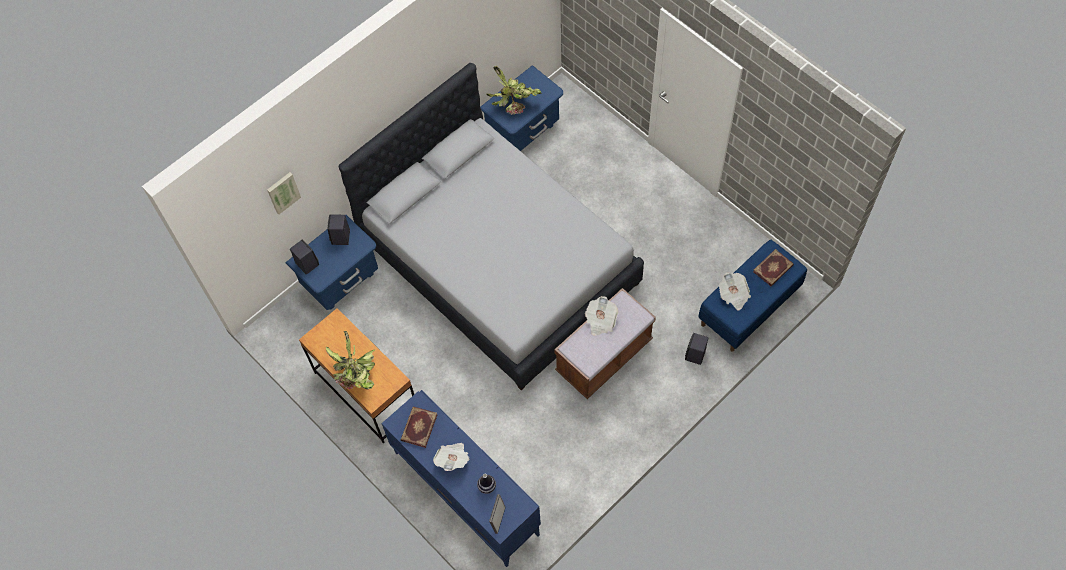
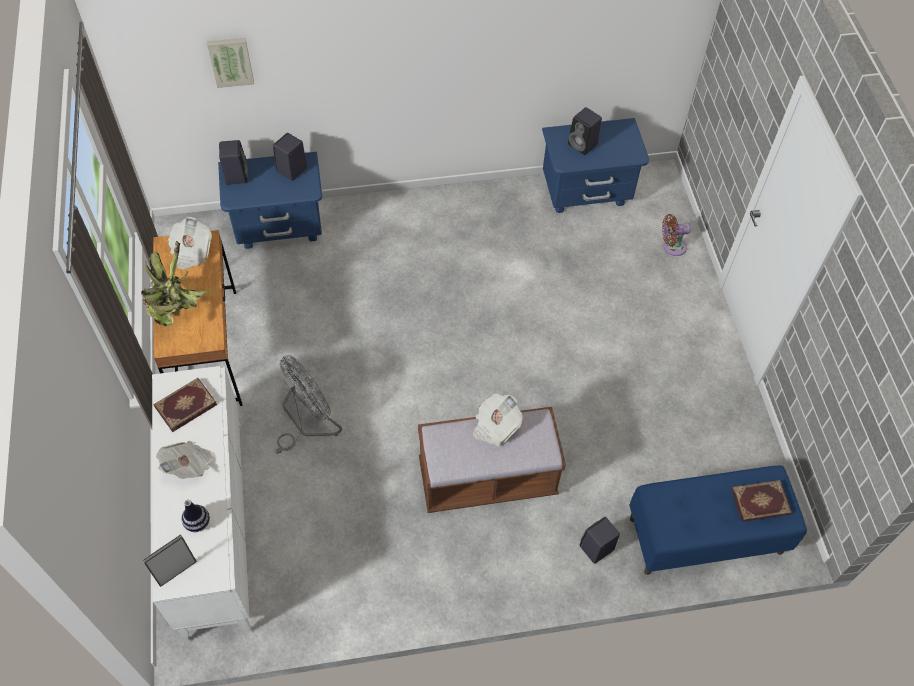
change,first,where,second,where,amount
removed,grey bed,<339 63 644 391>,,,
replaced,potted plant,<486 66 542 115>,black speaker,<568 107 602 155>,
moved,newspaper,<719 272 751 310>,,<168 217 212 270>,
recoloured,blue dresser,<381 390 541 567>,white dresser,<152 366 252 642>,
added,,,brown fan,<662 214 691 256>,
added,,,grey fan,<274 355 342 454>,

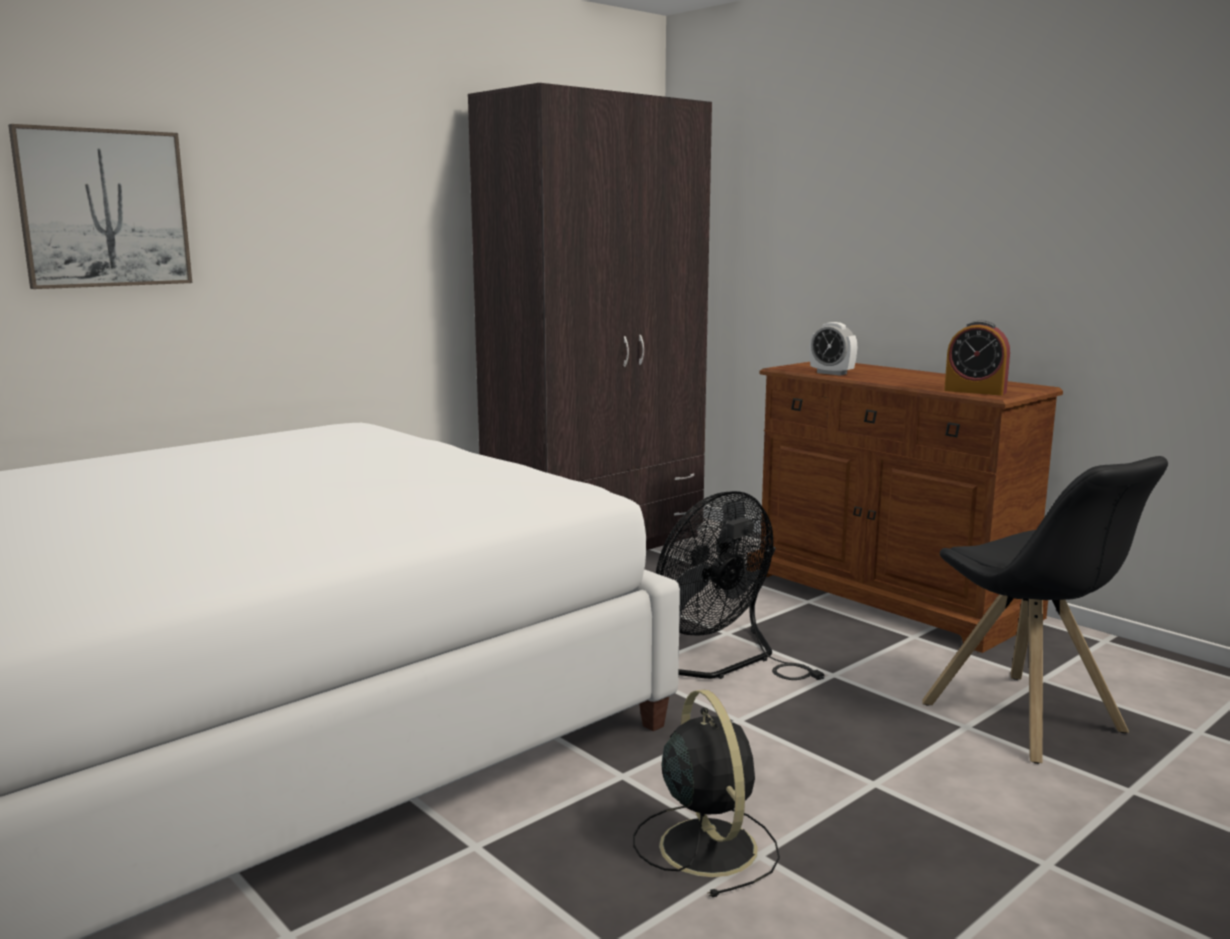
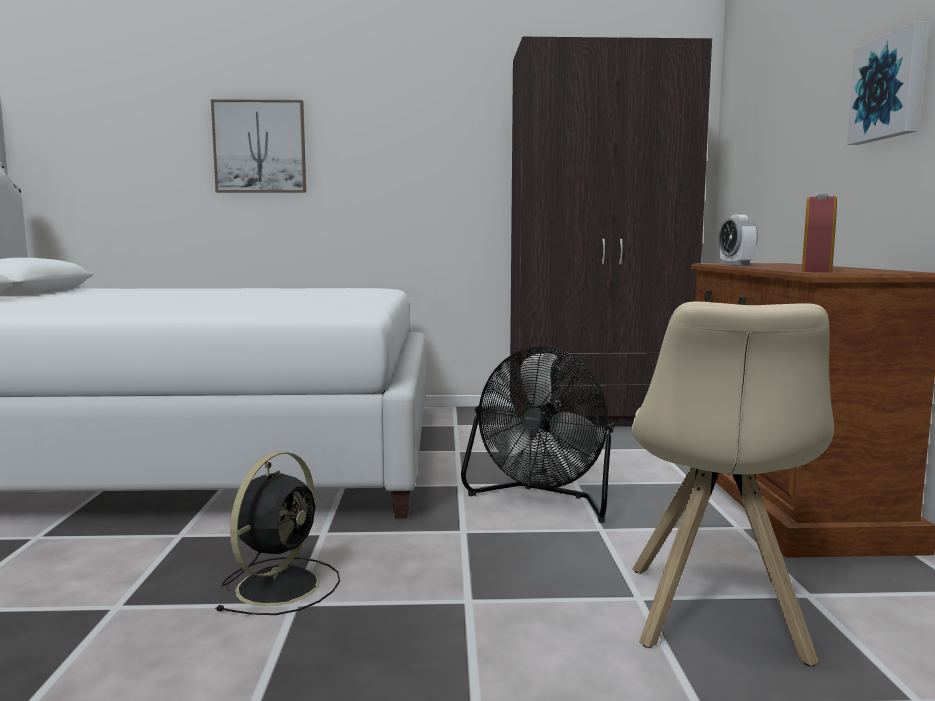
change,first,where,second,where,amount
turned,alarm clock,<944 320 1010 396>,,<802 192 837 272>,45 degrees clockwise
recoloured,black chair,<922 456 1168 764>,beige chair,<631 301 834 666>,
turned,black fan,<656 491 824 680>,,<461 347 614 523>,150 degrees counterclockwise
added,,,picture,<847 21 928 145>,

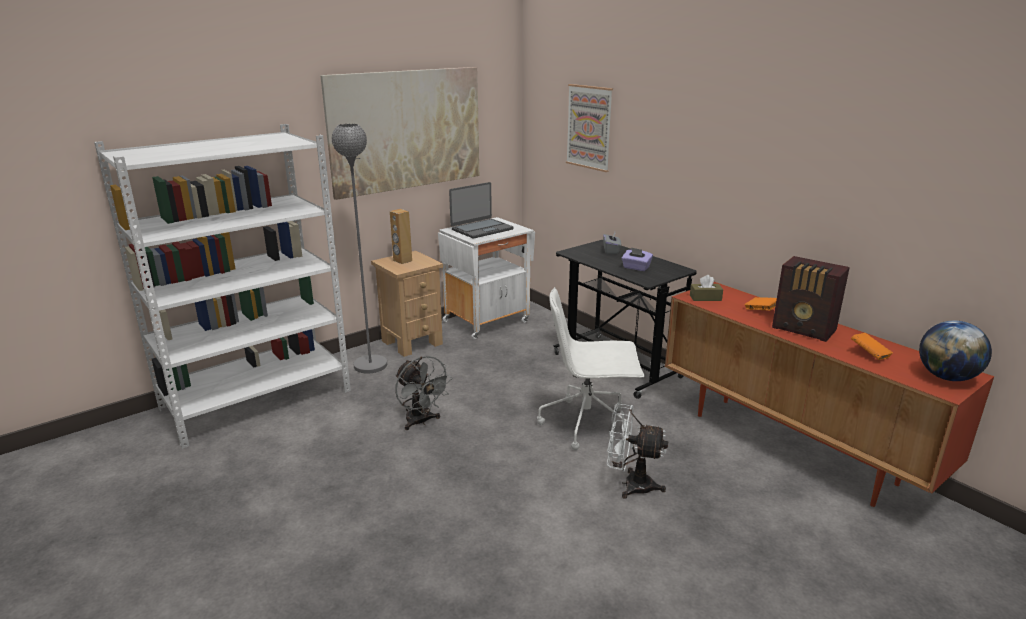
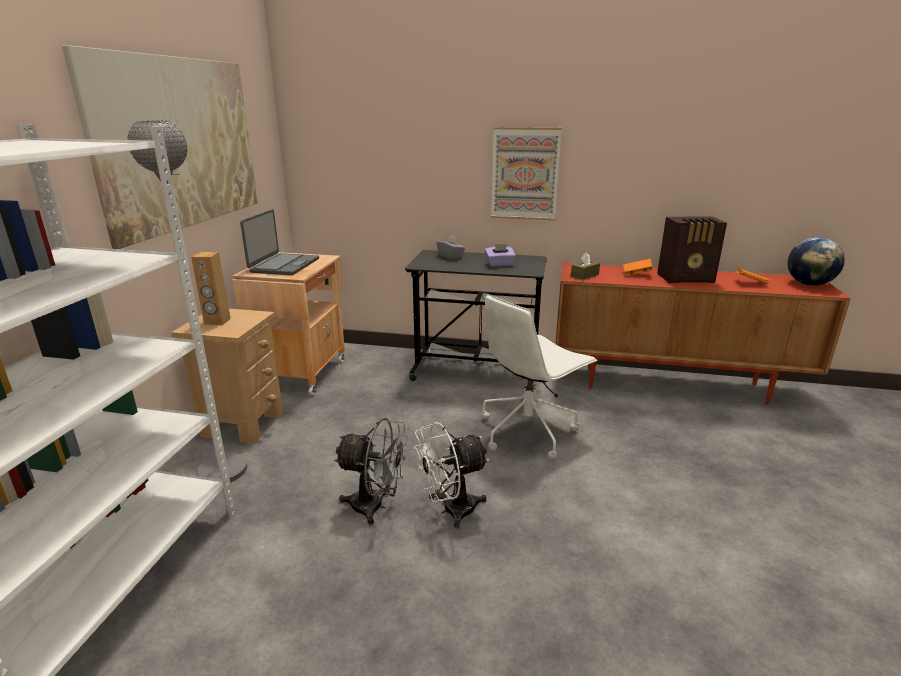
change,first,where,second,where,amount
moved,picture,<566 84 613 172>,,<491 127 562 220>,
recoloured,white cart,<438 217 535 339>,brown cart,<232 252 345 395>,
moved,white fan,<607 404 668 499>,,<414 422 489 529>,

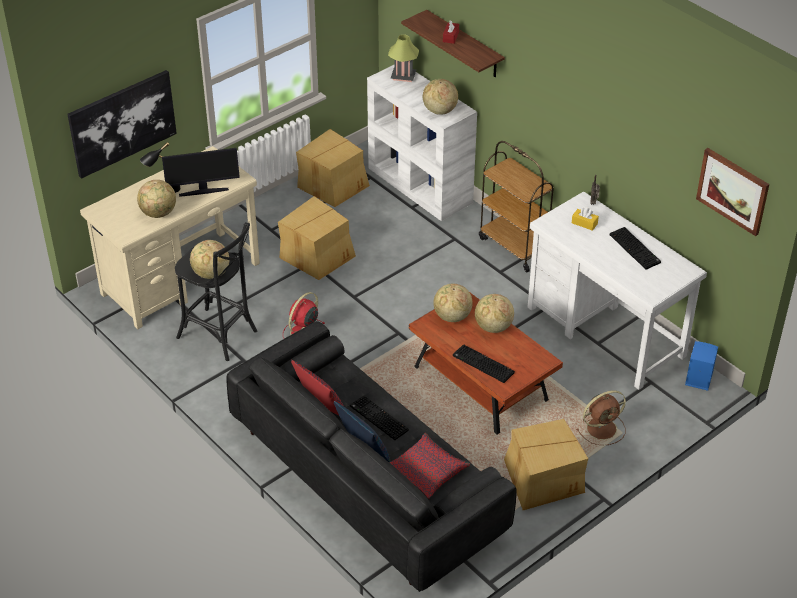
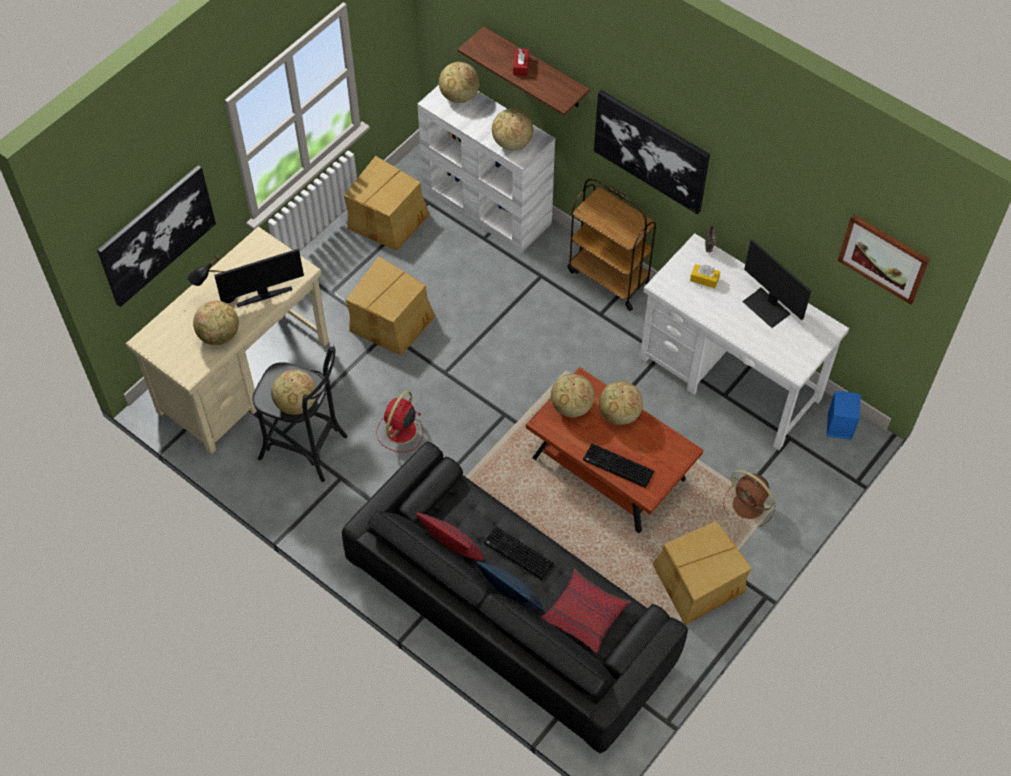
change,first,where,second,where,amount
replaced,table lamp,<388 34 419 82>,globe,<439 62 480 103>,
replaced,keyboard,<610 227 661 270>,monitor,<742 239 811 328>,
turned,brown fan,<576 390 626 445>,,<723 470 775 528>,75 degrees clockwise
added,,,picture,<594 90 710 214>,

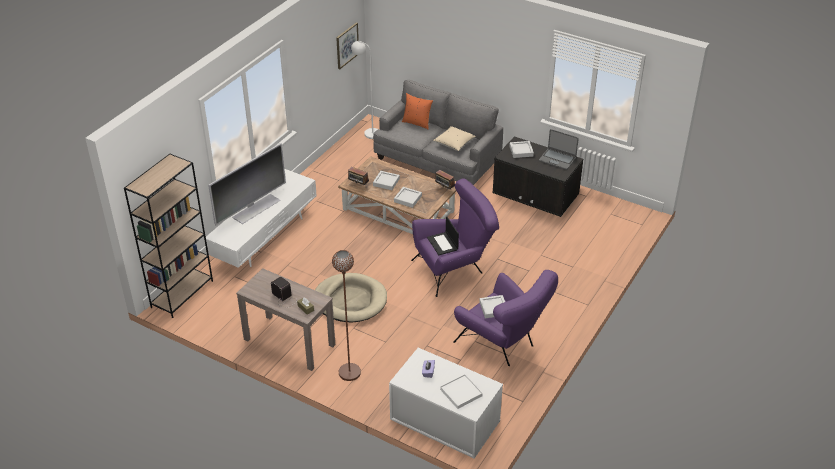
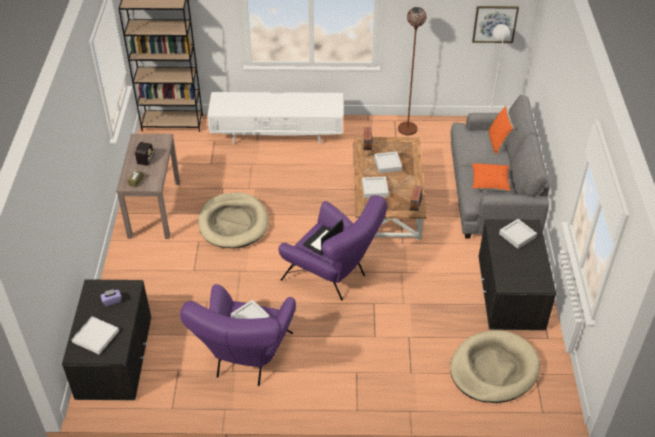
change,first,where,second,where,amount
recoloured,beige pillow,<433 126 476 151>,orange pillow,<472 163 511 191>,
removed,laptop,<539 129 579 170>,,,
removed,television,<208 143 286 226>,,,
moved,brown floor lamp,<332 250 361 381>,,<398 7 426 135>,
recoloured,white cabinet,<389 348 503 459>,black cabinet,<62 279 151 400>,
added,,,beige dog bed,<450 330 540 403>,

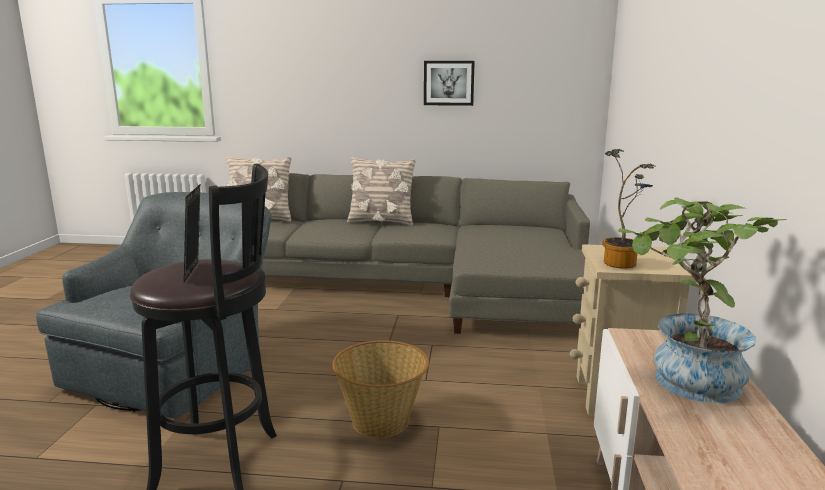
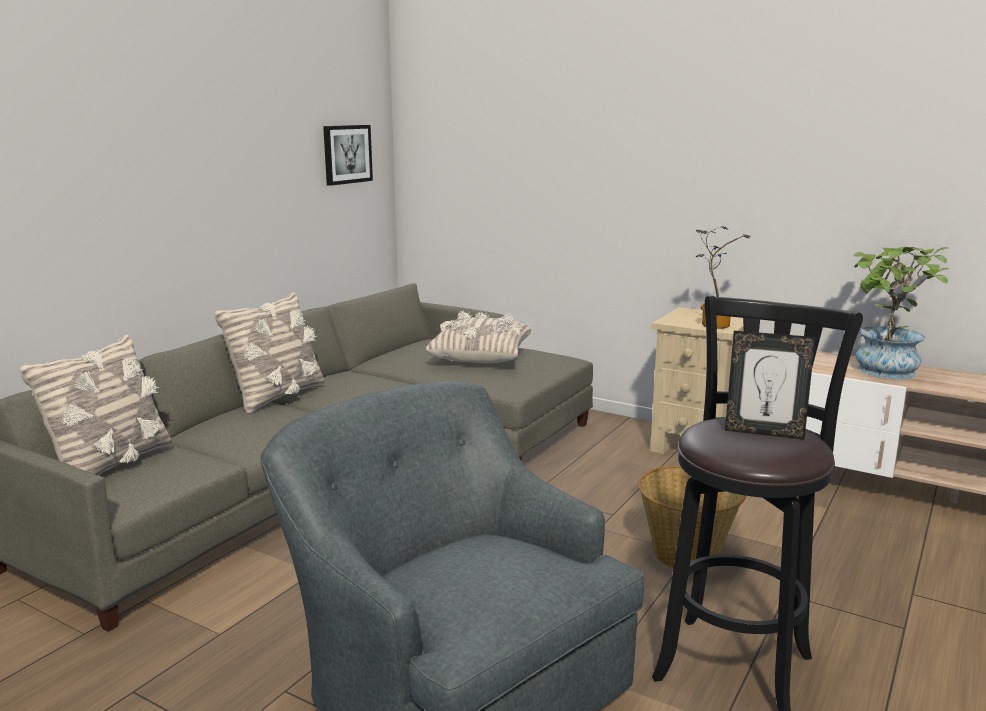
change,first,where,second,where,amount
moved,picture,<424 61 475 106>,,<323 125 373 186>,
added,,,beige pillow,<426 310 531 363>,

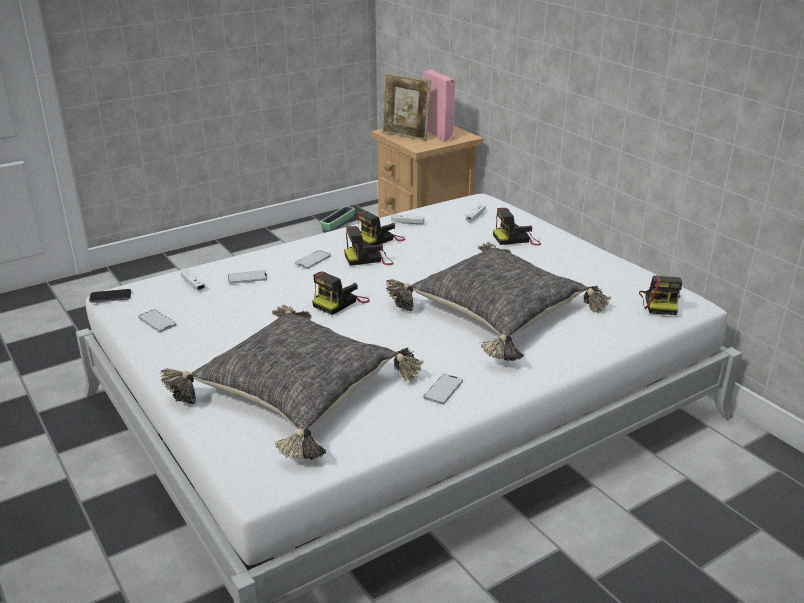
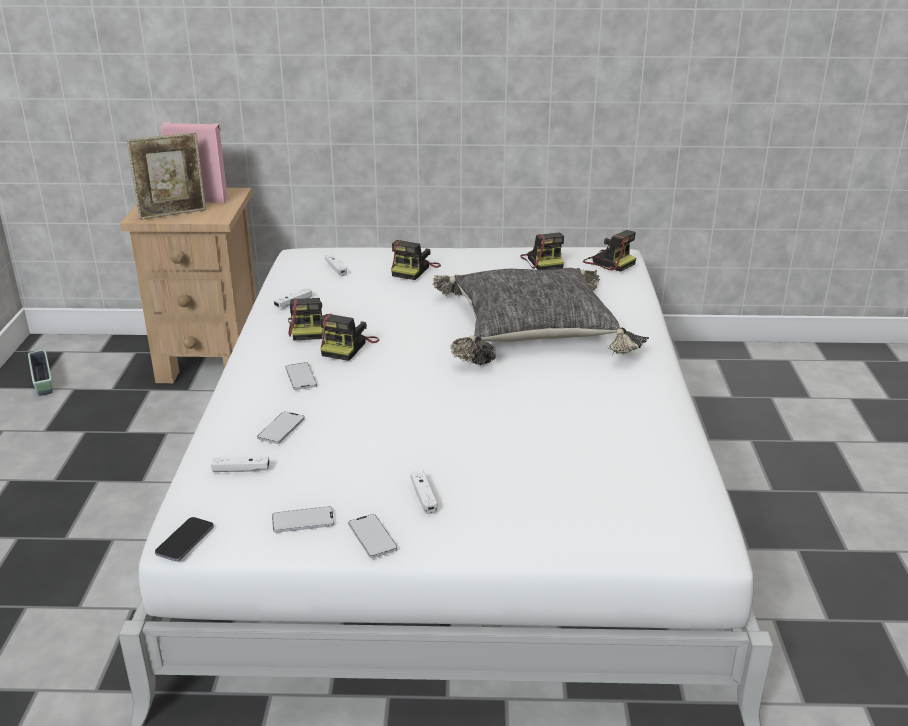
change,first,where,second,where,amount
moved,photo camera,<312 271 370 315>,,<520 233 564 270>,
removed,pillow,<160 304 424 460>,,,
moved,phone,<423 374 463 405>,,<348 514 398 558>,
added,,,white game controller,<410 471 438 514>,

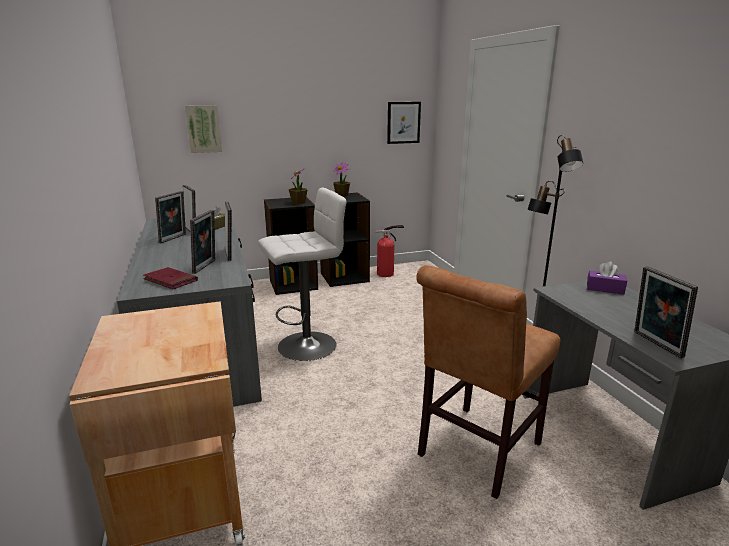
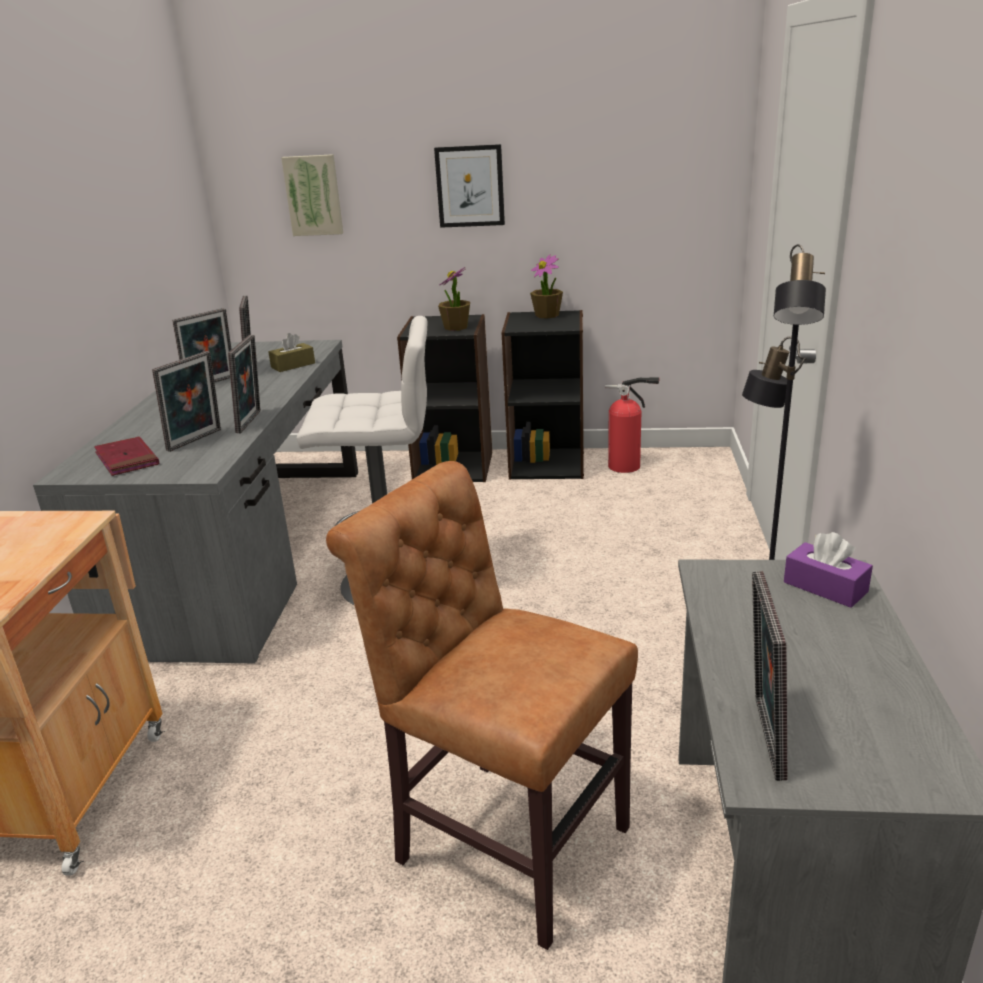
change,first,where,second,where,amount
moved,picture,<387 102 421 144>,,<434 144 505 228>,
turned,brown chair,<416 265 561 499>,,<326 461 638 950>,60 degrees clockwise

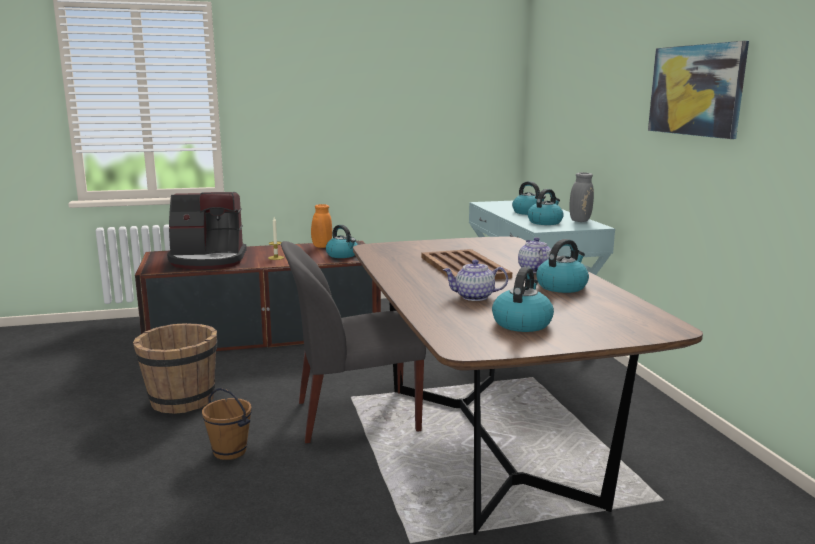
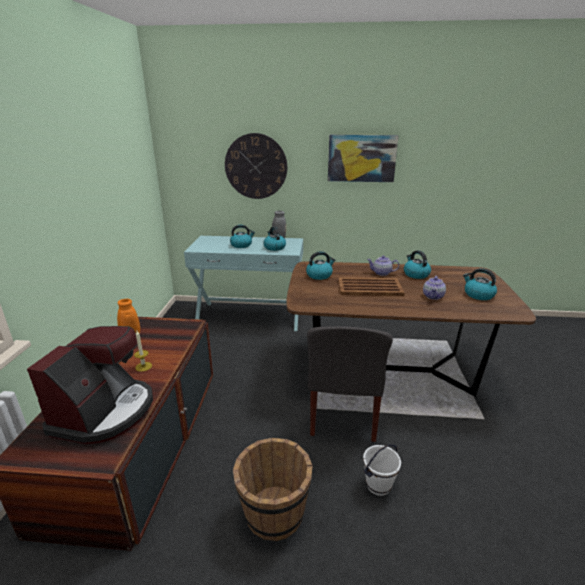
change,first,where,second,where,amount
moved,kettle,<326 225 358 258>,,<306 251 335 280>,
recoloured,brown bucket,<202 388 252 460>,white bucket,<363 444 401 496>,
added,,,wall clock,<225 133 287 199>,

